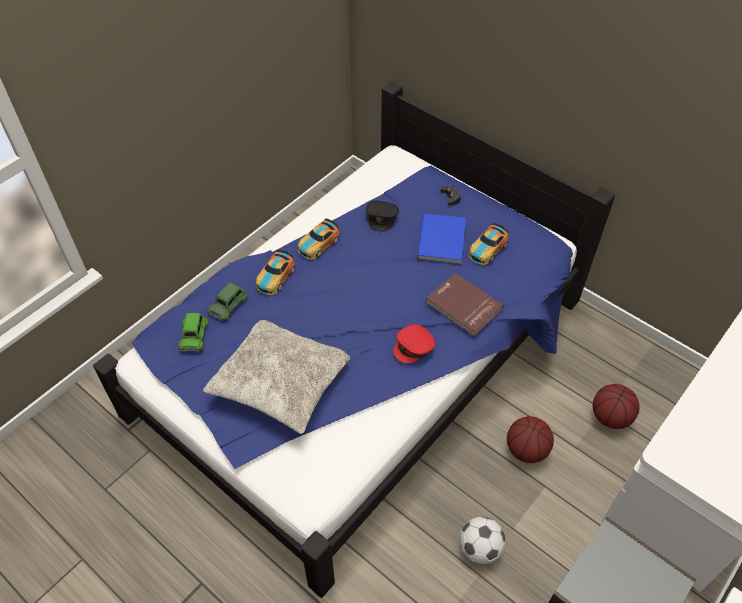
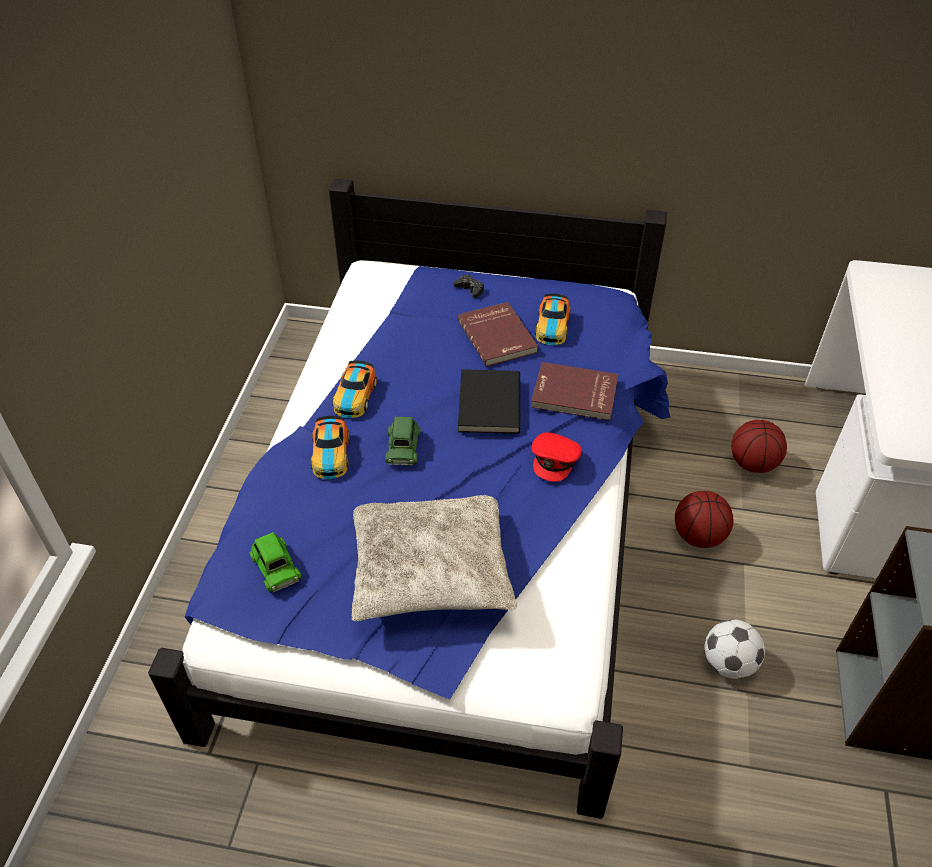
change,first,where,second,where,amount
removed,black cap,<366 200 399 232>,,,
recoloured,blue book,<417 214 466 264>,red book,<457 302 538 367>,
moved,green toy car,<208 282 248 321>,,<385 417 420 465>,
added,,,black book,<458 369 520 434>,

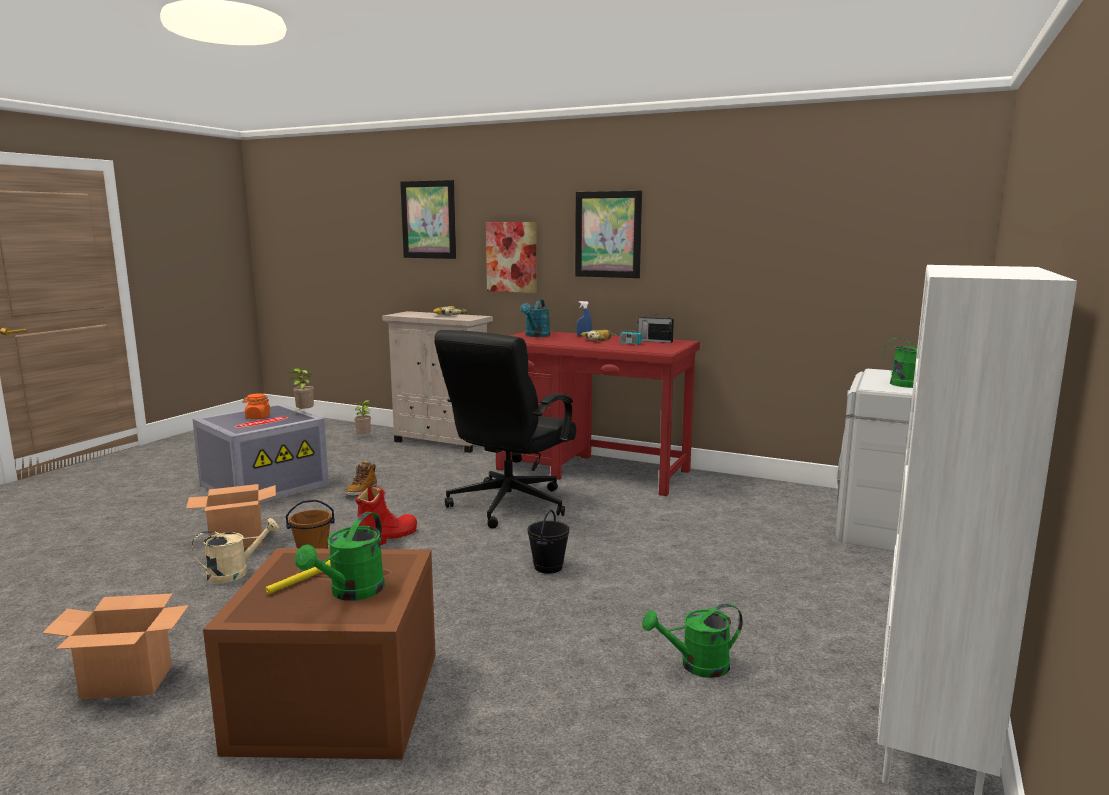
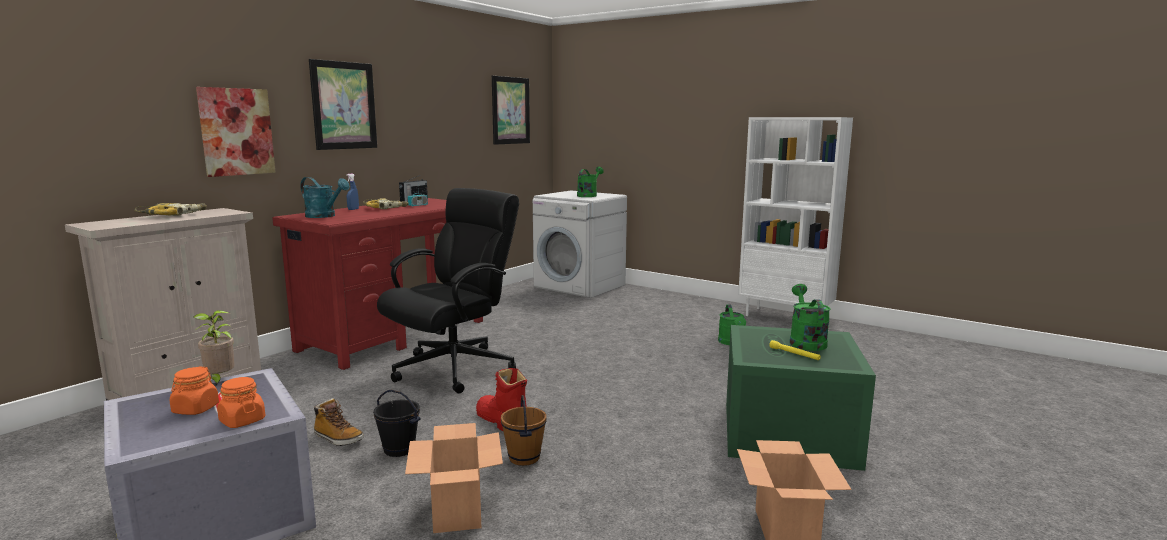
change,first,where,second,where,amount
moved,picture,<400 180 456 259>,,<492 76 530 145>,
turned,black office chair,<434 330 576 528>,,<377 188 519 393>,90 degrees counterclockwise
removed,potted plant,<354 400 371 435>,,,
moved,black bucket,<527 509 569 574>,,<373 390 421 457>,
turned,green watering can,<295 512 385 600>,,<790 284 831 351>,120 degrees counterclockwise
removed,beige watering can,<192 518 279 584>,,,
recoloured,brown storage box,<203 548 436 760>,green storage box,<726 325 876 471>,
added,,,orange jar,<217 377 265 428>,

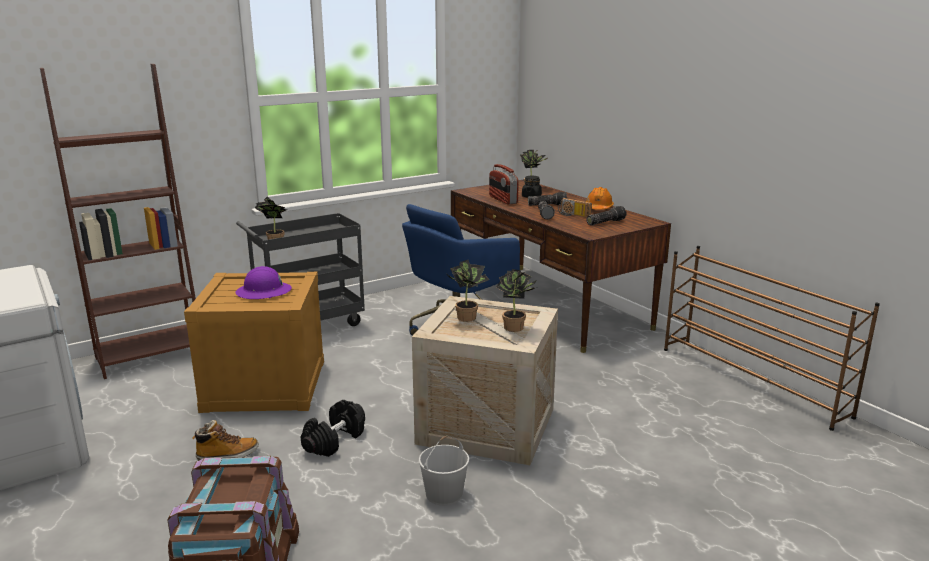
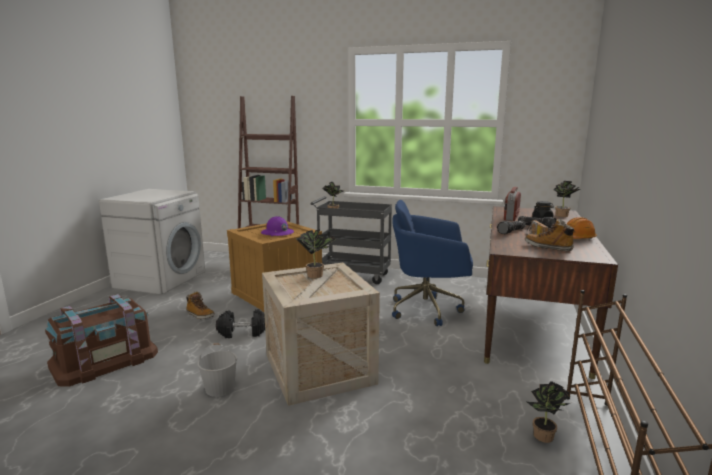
change,first,where,second,where,amount
replaced,flashlight,<586 206 627 225>,boot,<525 219 576 251>,
moved,potted plant,<496 269 537 332>,,<527 381 570 443>,

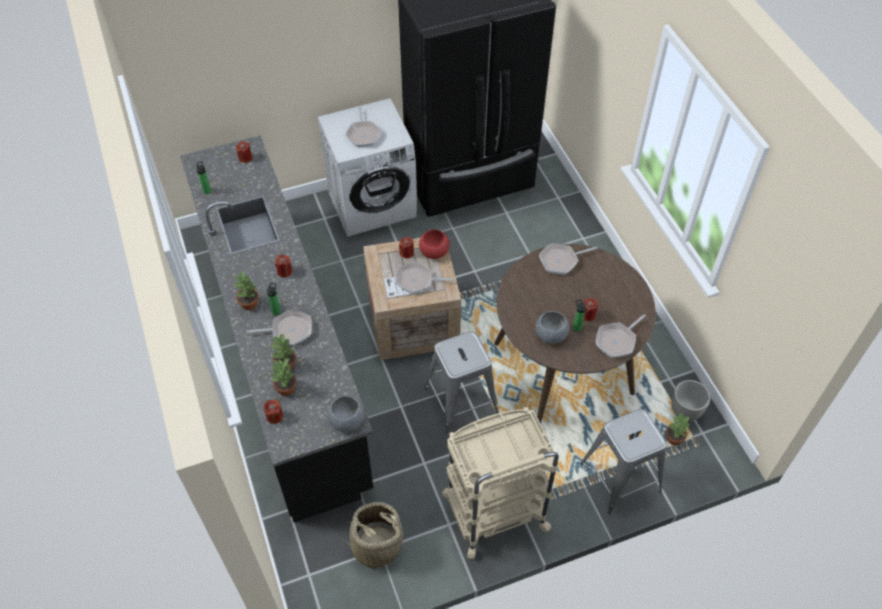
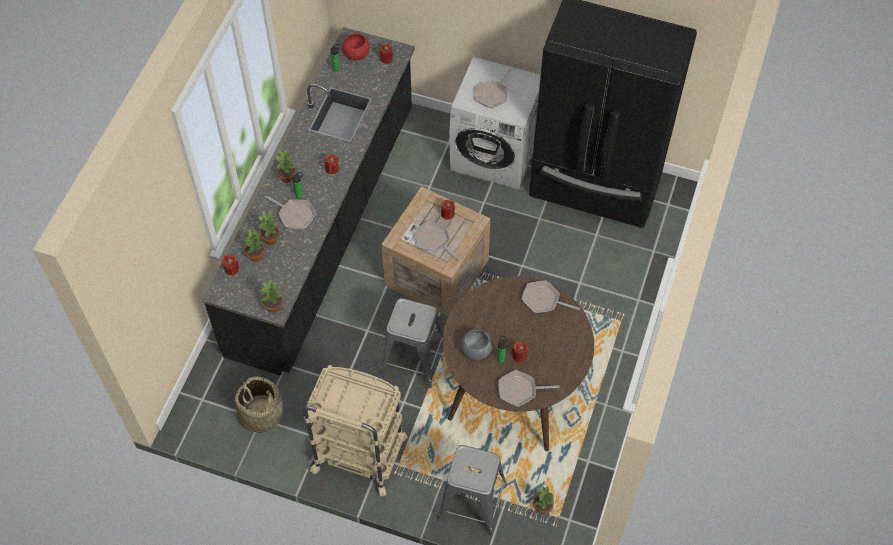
change,first,where,second,where,amount
moved,red bowl,<419 230 450 259>,,<342 34 370 60>,
removed,grey planter,<671 380 710 421>,,,
replaced,grey bowl,<328 395 364 432>,potted plant,<260 279 283 313>,

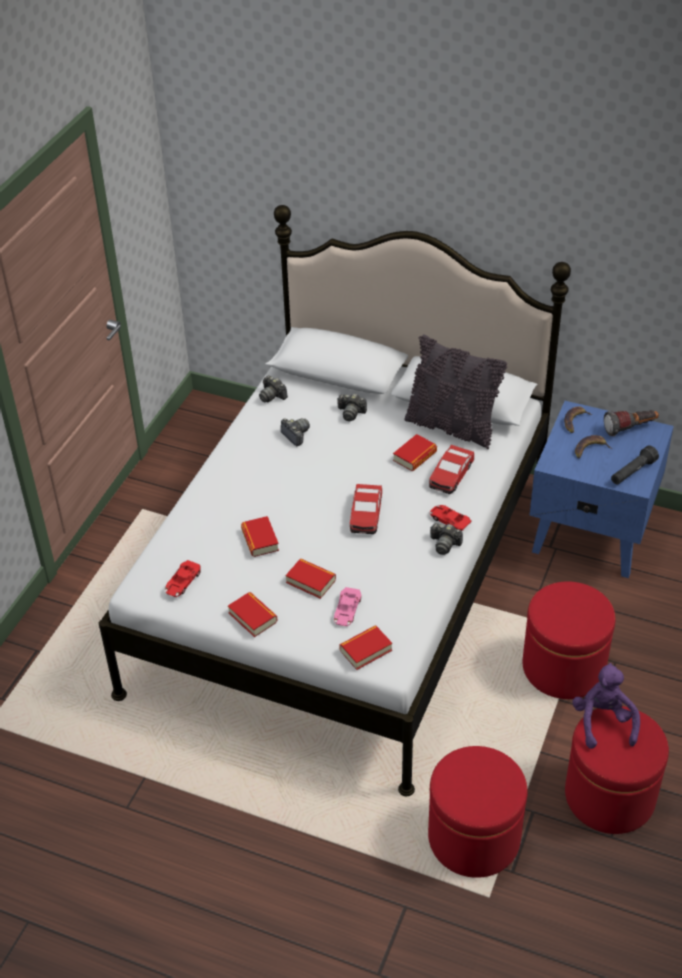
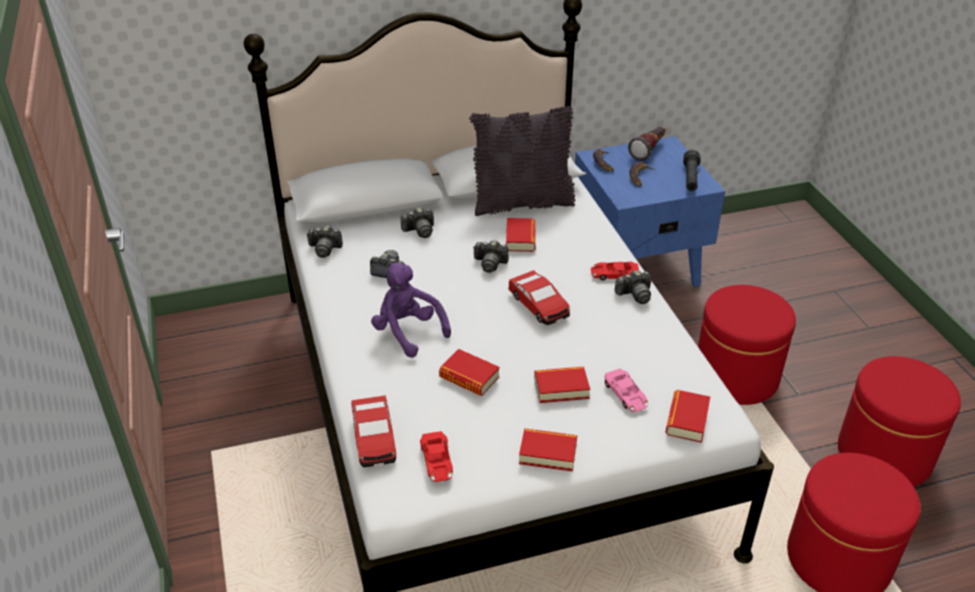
change,first,where,second,where,amount
moved,toy car,<429 445 474 494>,,<351 395 396 467>,
moved,purple plush toy,<572 663 640 749>,,<371 263 451 358>,
added,,,photo camera,<473 240 509 273>,

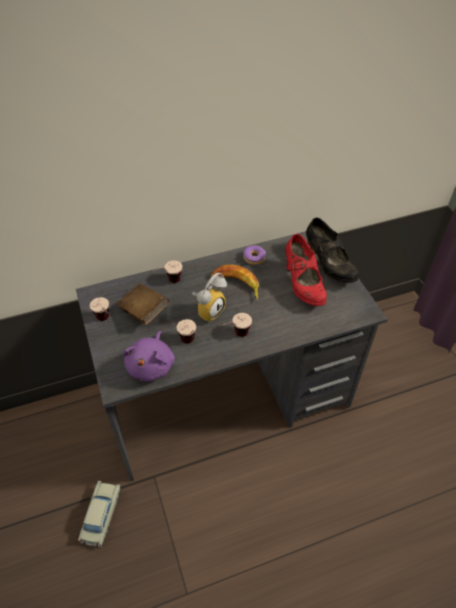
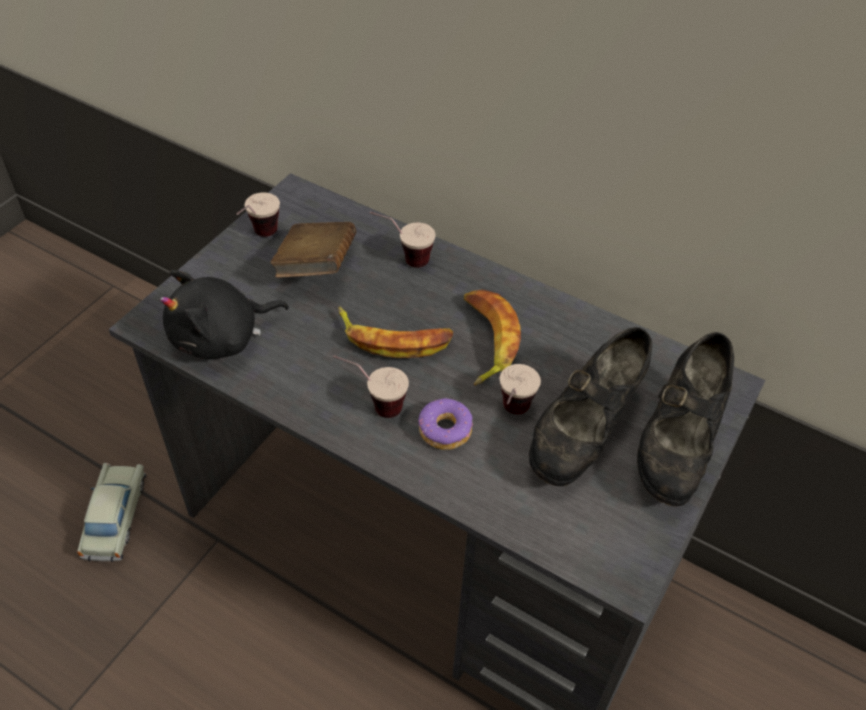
change,first,where,second,where,amount
recoloured,red shoe,<285 234 327 306>,black shoe,<529 327 652 486>,
moved,donut,<243 245 266 265>,,<419 398 473 450>,
replaced,alarm clock,<192 273 227 322>,banana,<338 307 453 358>,
moved,cup,<177 319 200 344>,,<500 364 541 414>,
recoloured,purple plush toy,<123 331 175 381>,black plush toy,<160 270 289 359>,
turned,beige toy car,<78 481 121 547>,,<77 463 147 562>,60 degrees counterclockwise

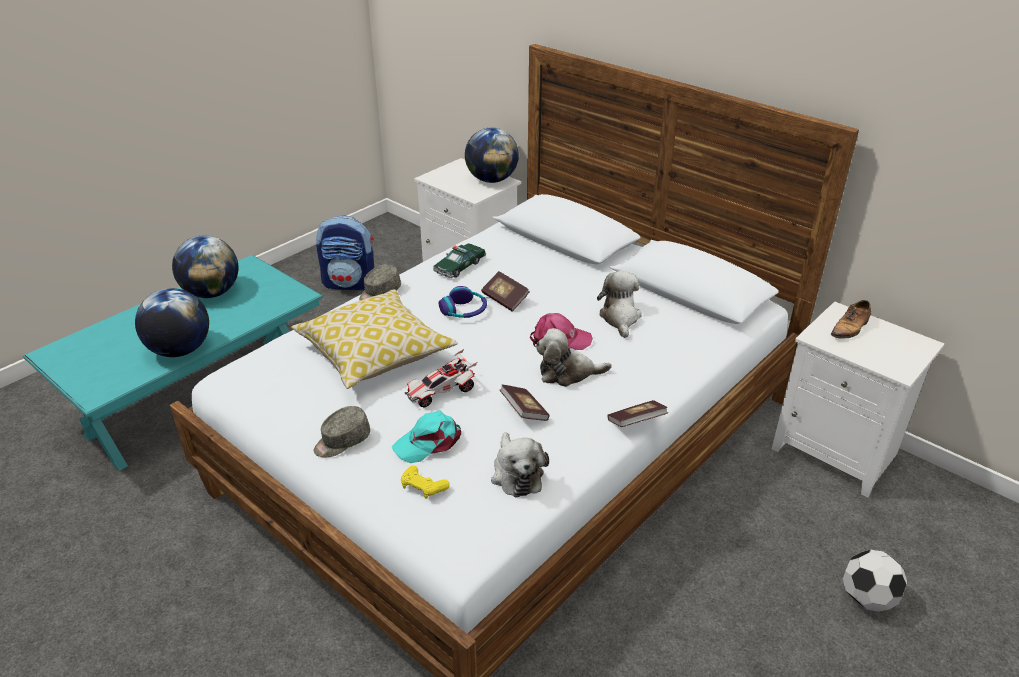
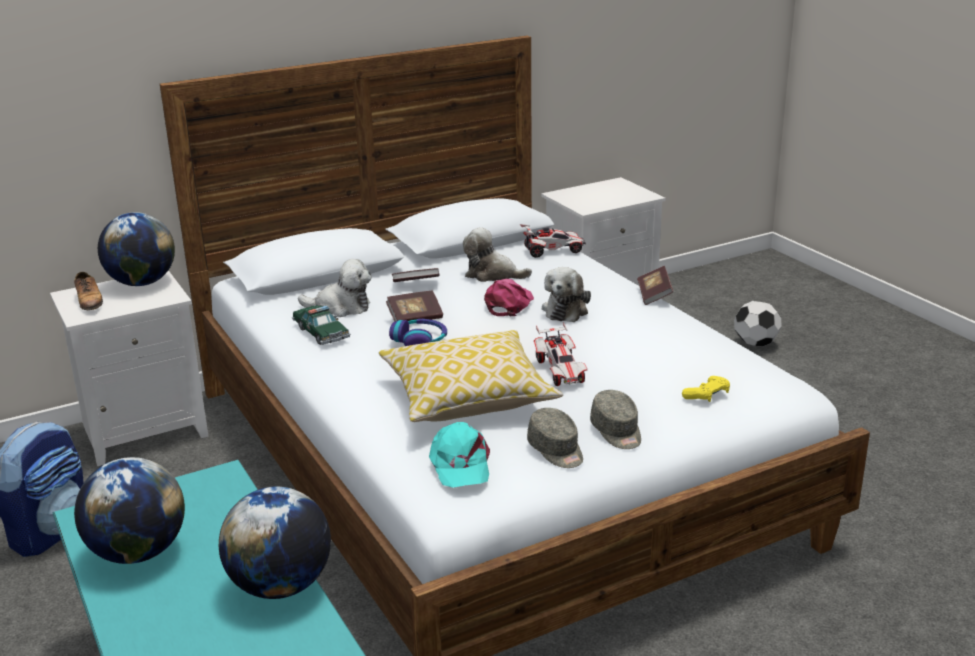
change,first,where,second,where,amount
moved,grey cap,<359 264 401 300>,,<527 408 583 468>,
moved,shoe,<831 300 871 338>,,<74 272 103 310>,
moved,book,<500 384 550 421>,,<392 268 440 282>,
moved,turquoise cap,<392 410 461 463>,,<429 422 490 488>,
moved,plush toy,<491 432 549 497>,,<298 259 372 317>,
added,,,toy car,<520 224 586 258>,

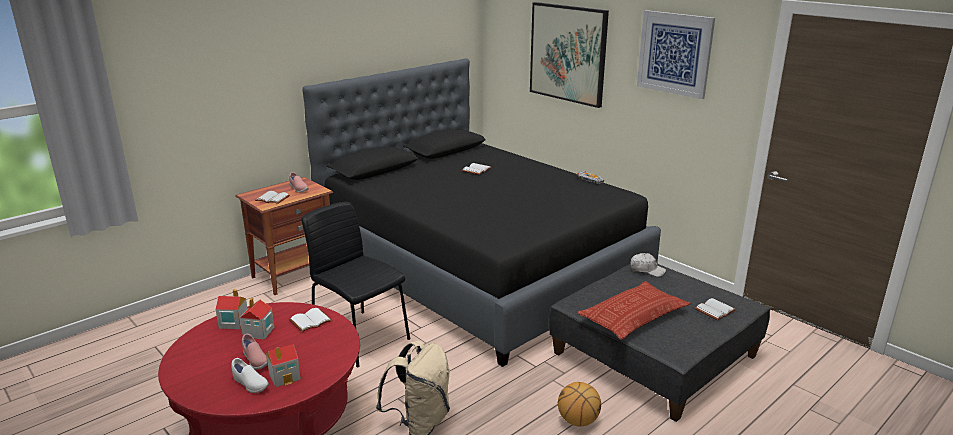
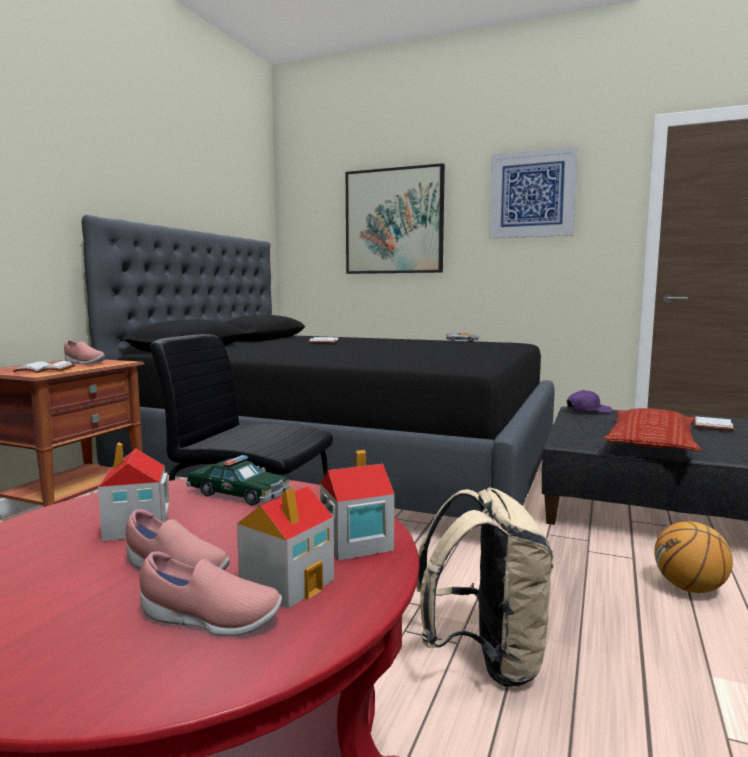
change,first,where,second,where,amount
recoloured,white cap,<631 253 666 277>,purple cap,<567 390 612 413>,
moved,toy house,<215 289 248 329>,,<320 450 395 561>,
replaced,white book,<289 308 333 332>,toy car,<186 455 290 506>,
recoloured,white shoe,<231 358 269 393>,pink shoe,<139 551 282 636>,

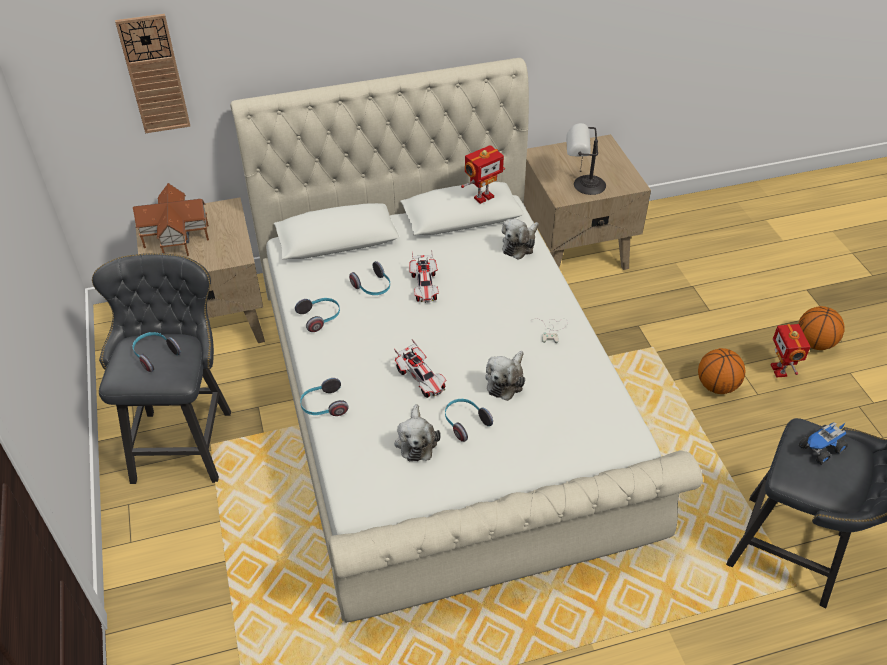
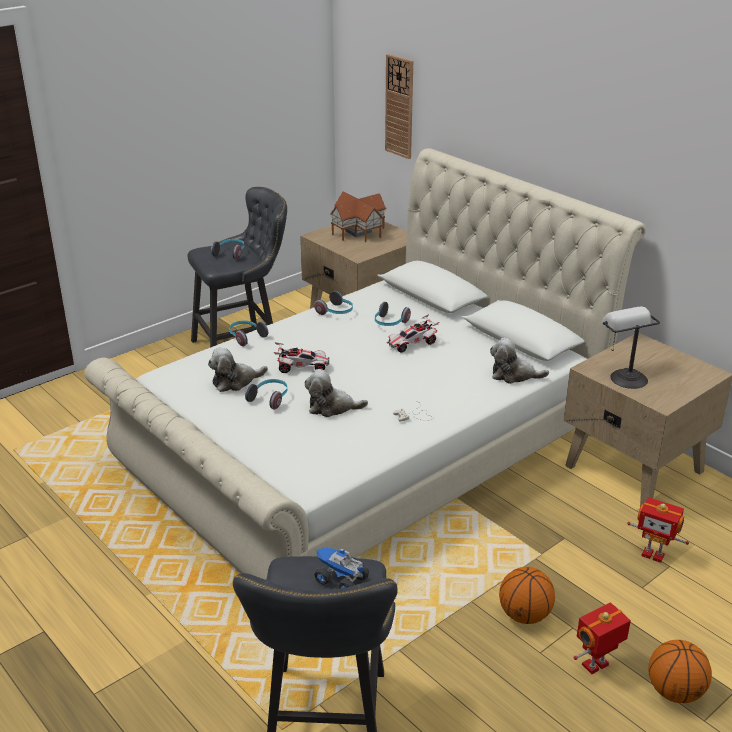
change,first,where,second,where,amount
moved,toy robot,<461 145 505 204>,,<627 497 689 563>,
turned,toy car,<394 339 447 398>,,<274 342 330 373>,120 degrees counterclockwise

